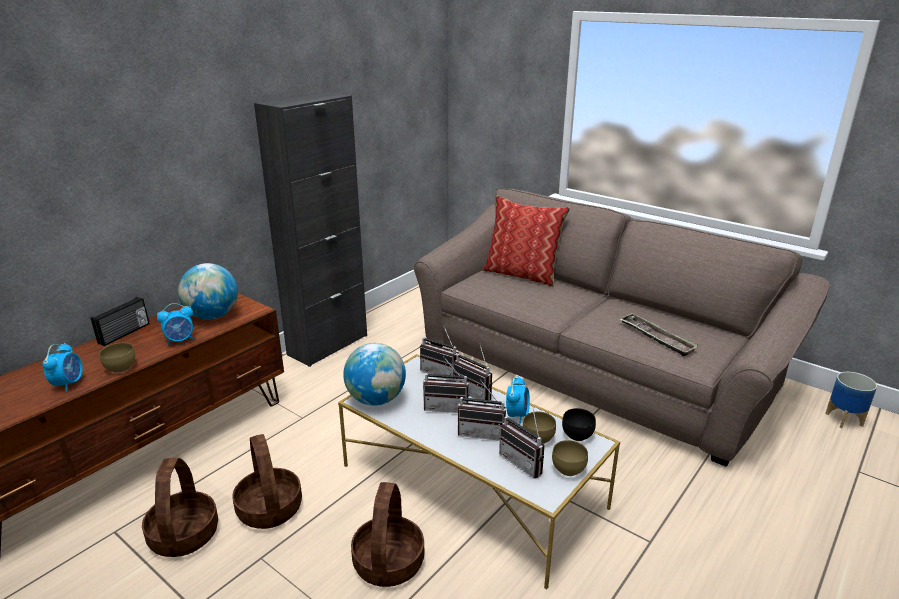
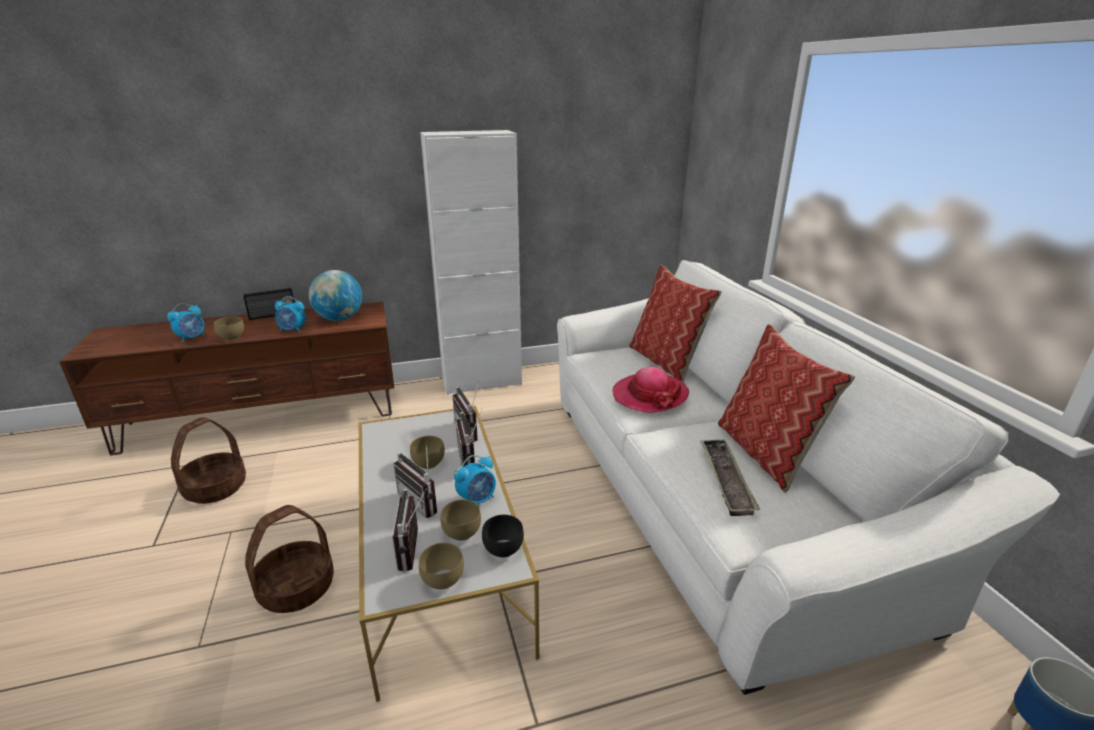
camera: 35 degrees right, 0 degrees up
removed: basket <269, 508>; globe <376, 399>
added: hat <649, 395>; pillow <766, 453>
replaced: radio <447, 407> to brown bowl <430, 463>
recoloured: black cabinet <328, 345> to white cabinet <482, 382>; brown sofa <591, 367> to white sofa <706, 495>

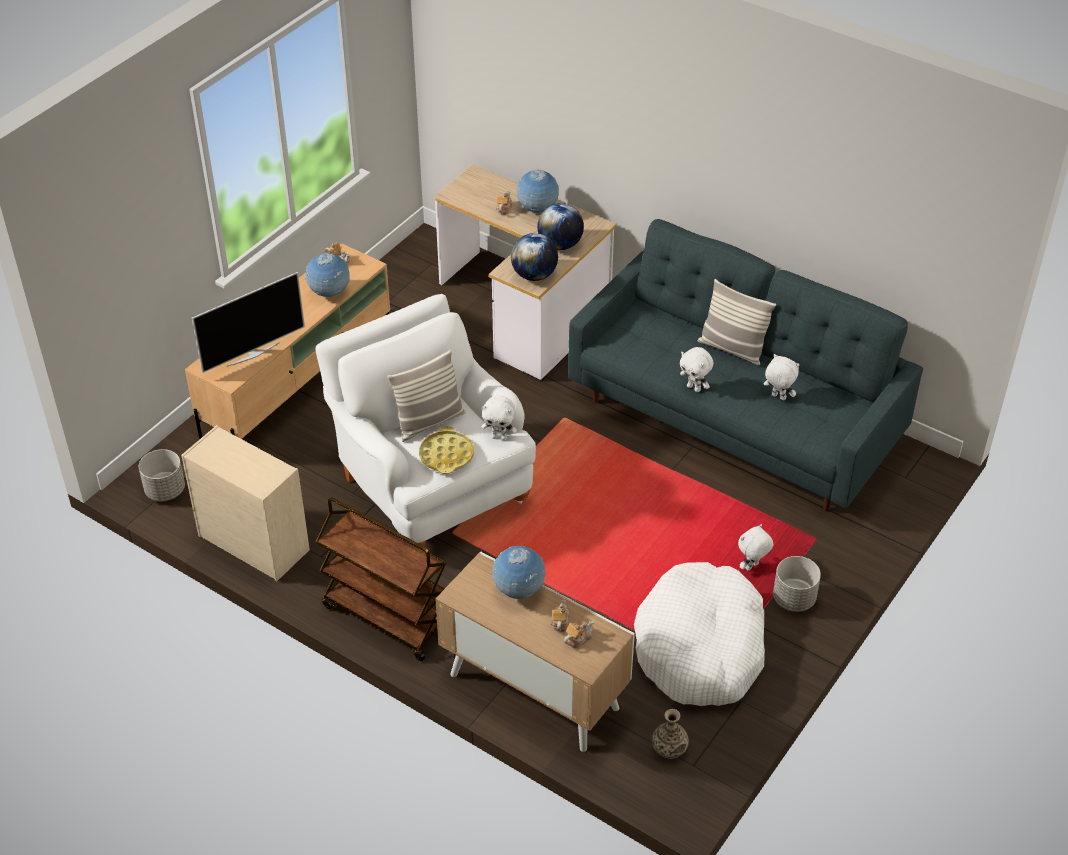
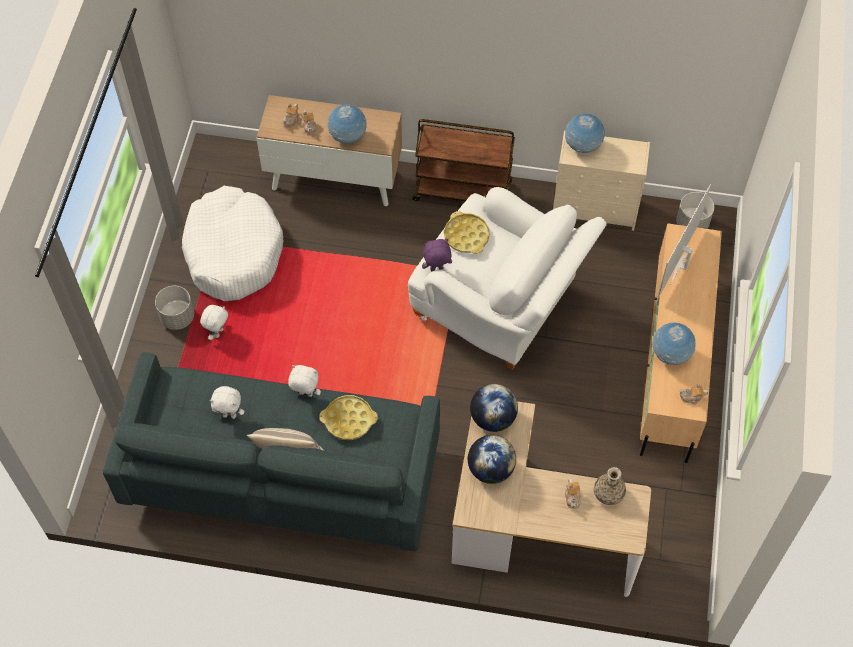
camera: 155 degrees right, 15 degrees up
removed: pillow <429, 422>
added: yellow tray <348, 420>
moved: globe <537, 210> to <582, 146>; vase <669, 748> to <608, 493>
recoloured: white plush toy <499, 437> to purple plush toy <436, 269>

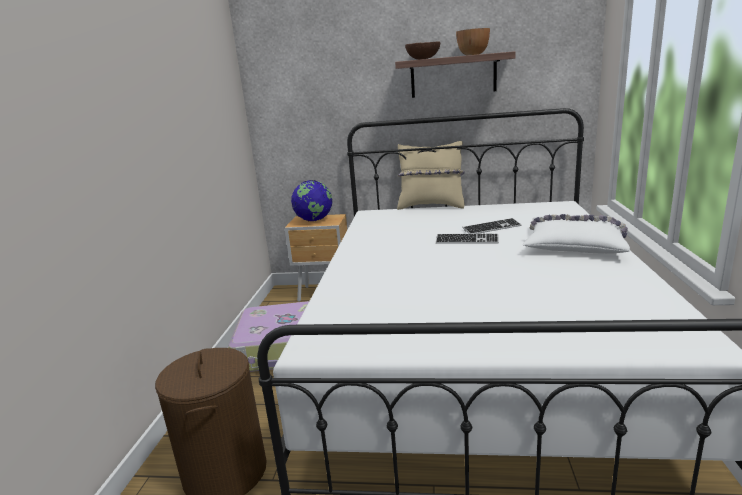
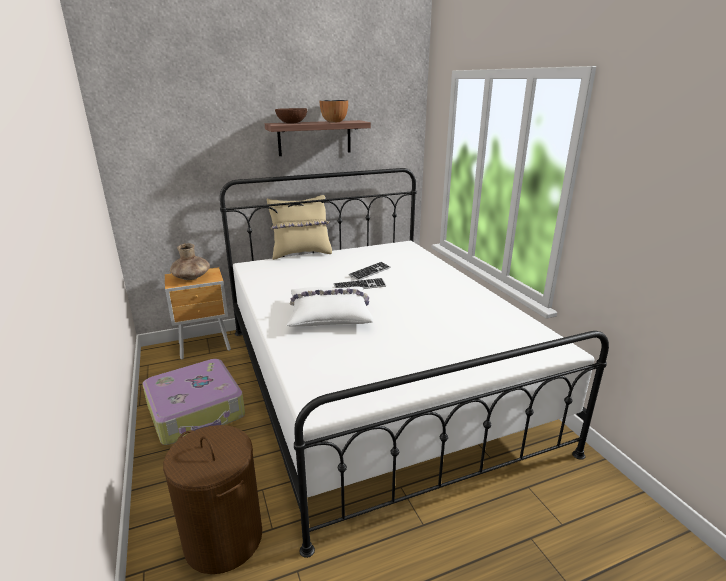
camera: 30 degrees left, 5 degrees up
moved: white pillow <575, 244> to <329, 314>
replaced: globe <314, 220> to brown vase <191, 277>

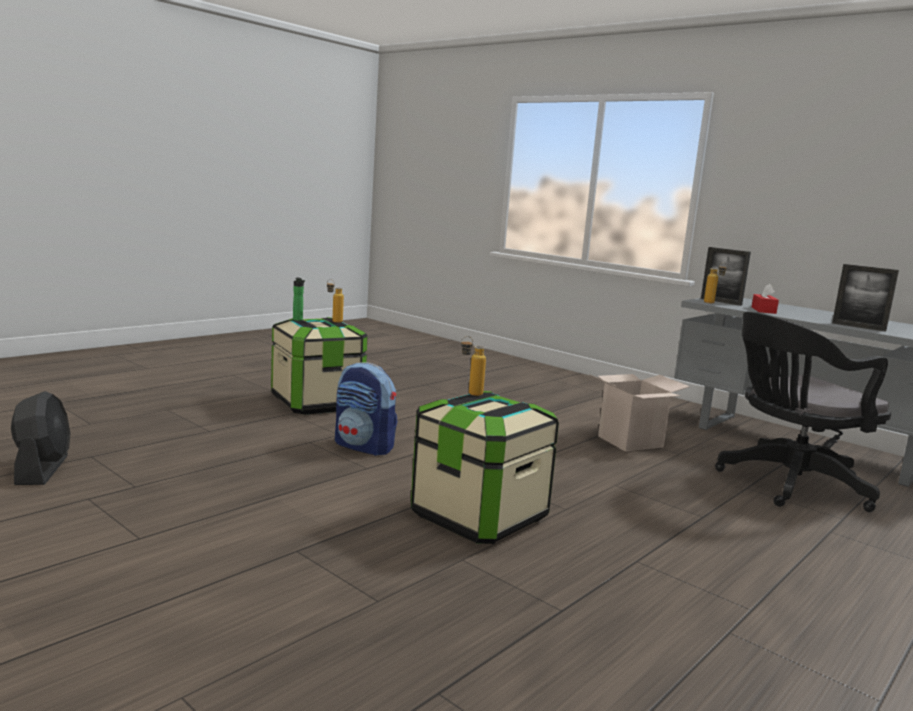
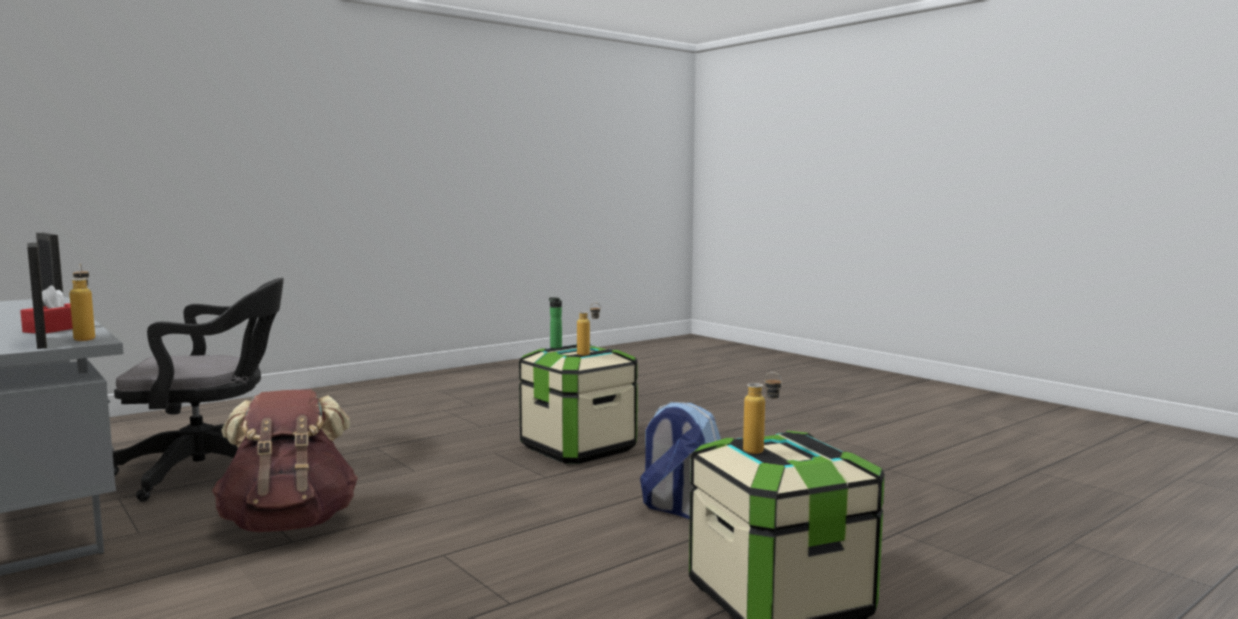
camera: 170 degrees left, 5 degrees down
removed: black fan <42, 470>
moved: bottle <298, 320> to <555, 347>
replaced: cardboard box <630, 441> to brown backpack <290, 524>

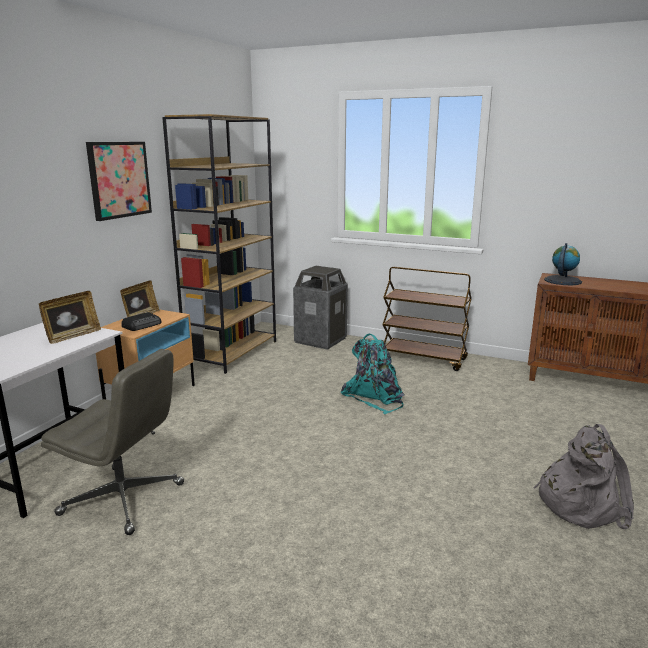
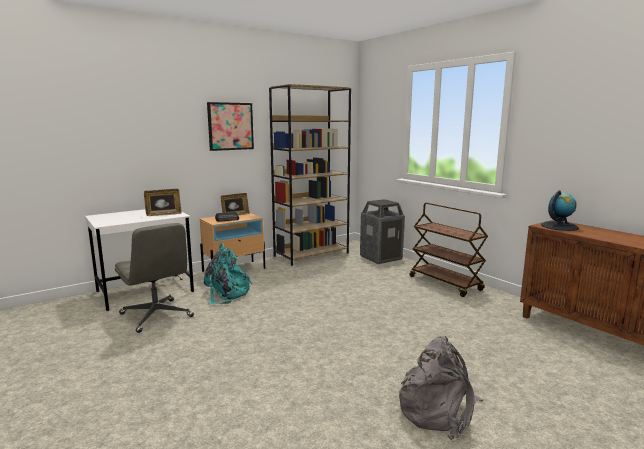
camera: 30 degrees right, 5 degrees down
moved: turquoise backpack <375, 397> to <227, 293>

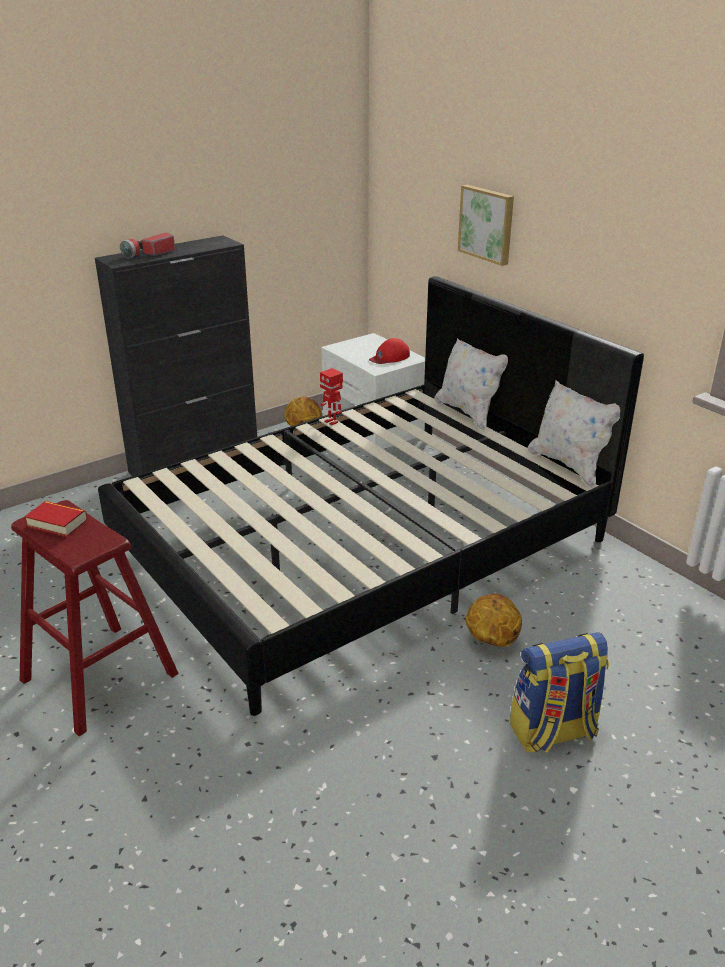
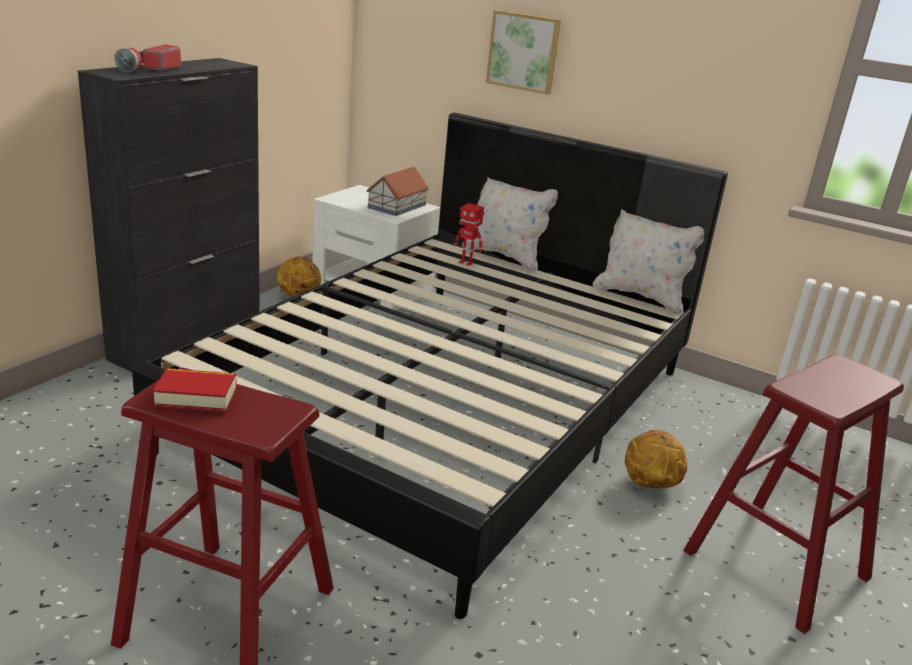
camera: 25 degrees left, 5 degrees down
moved: toy robot <332, 422> to <466, 262>
replaced: red cap <389, 357> to toy house <397, 206>; backpack <553, 732> to red stool <776, 564>

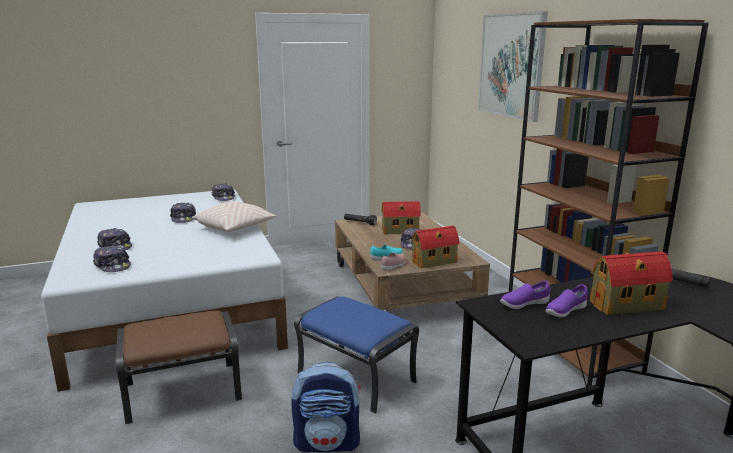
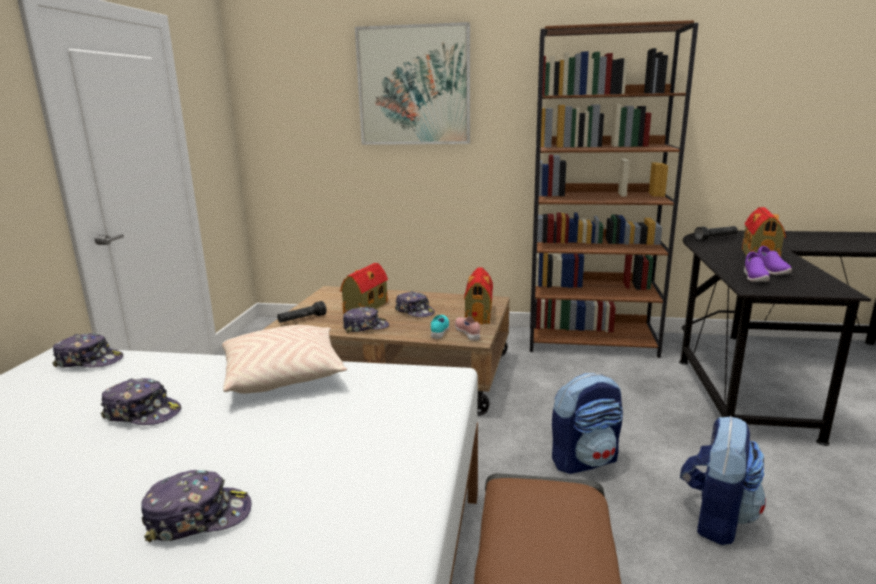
camera: 60 degrees left, 0 degrees up
moved: cap <113, 265> to <365, 327>
replaced: blue ottoman <357, 377> to backpack <585, 460>

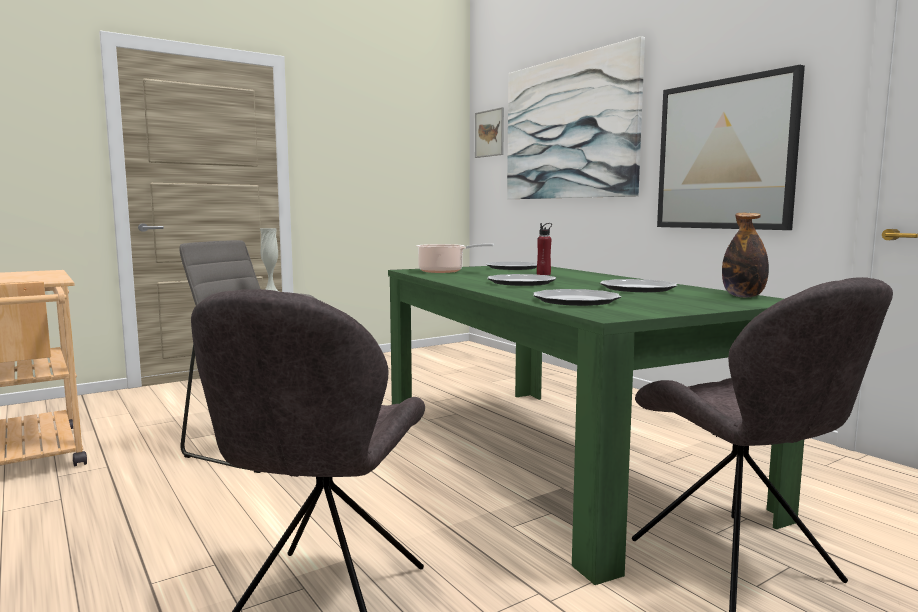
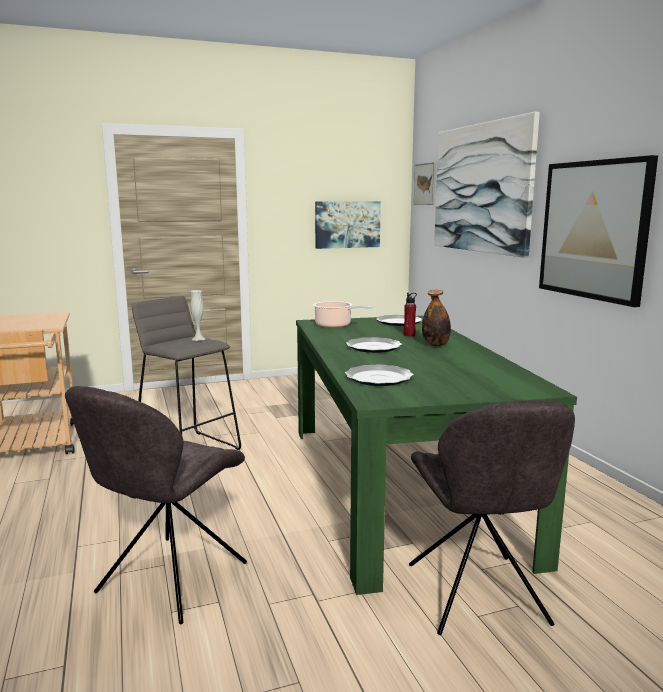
camera: 15 degrees right, 5 degrees up
removed: plate <638, 288>
added: picture <347, 224>
moved: bottle <743, 296> to <435, 345>

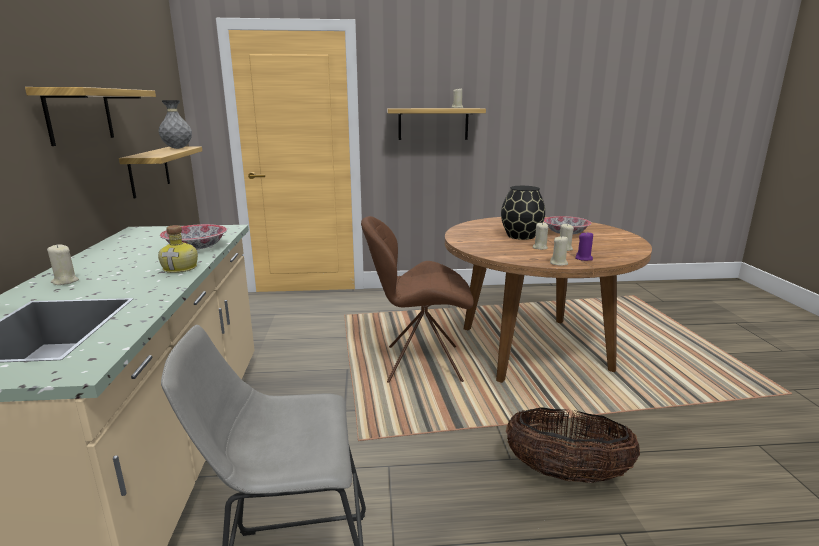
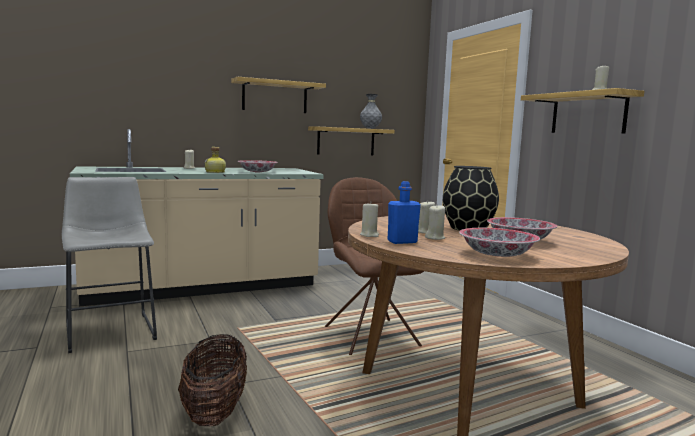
camera: 70 degrees right, 10 degrees down
added: bowl <496, 254>
replaced: purple candle <584, 258> to blue bottle <402, 242>

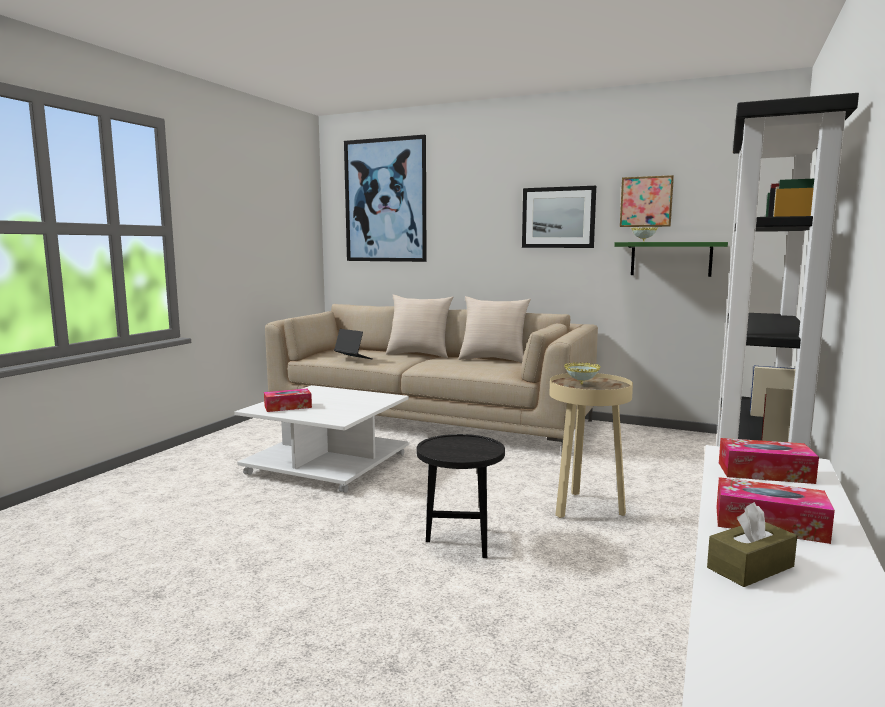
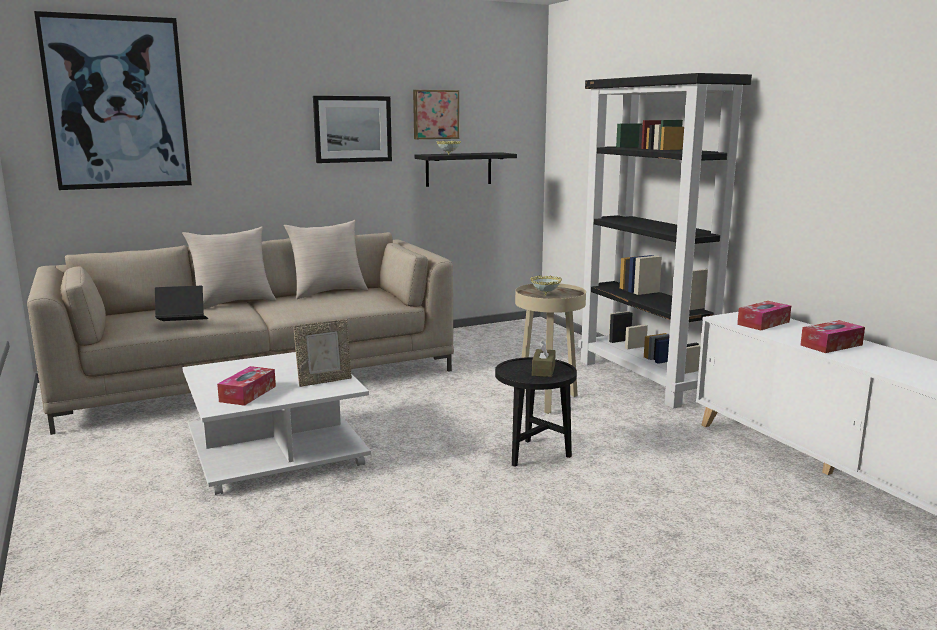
camera: 50 degrees left, 5 degrees up
added: picture frame <324, 381>
moved: brown tissue box <750, 567> to <543, 370>
recoloured: green shelf <671, 259> to black shelf <458, 169>

